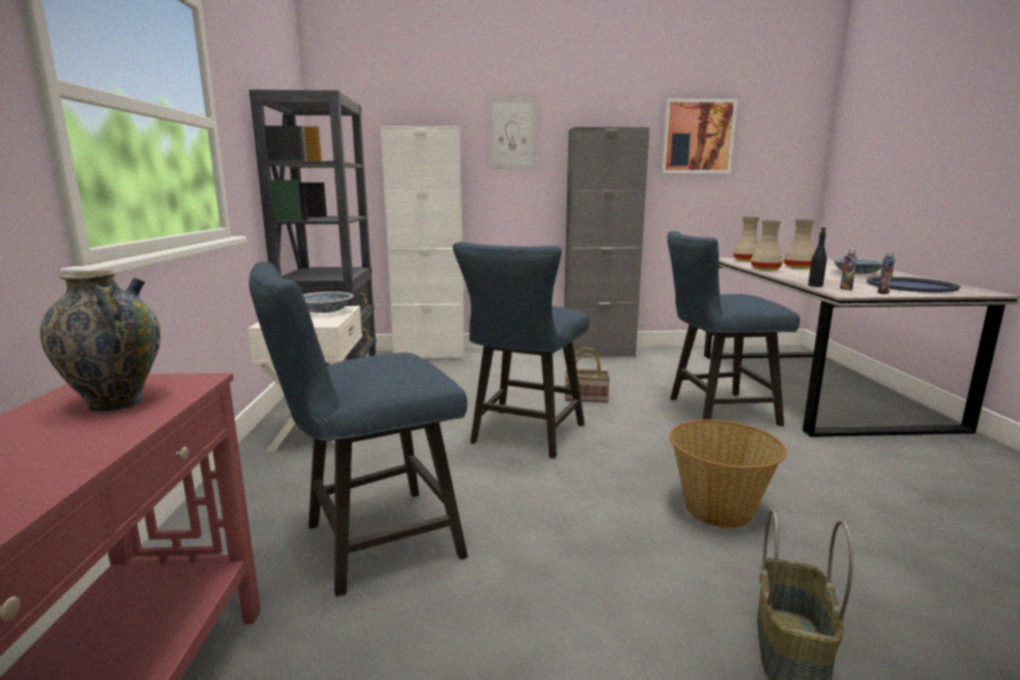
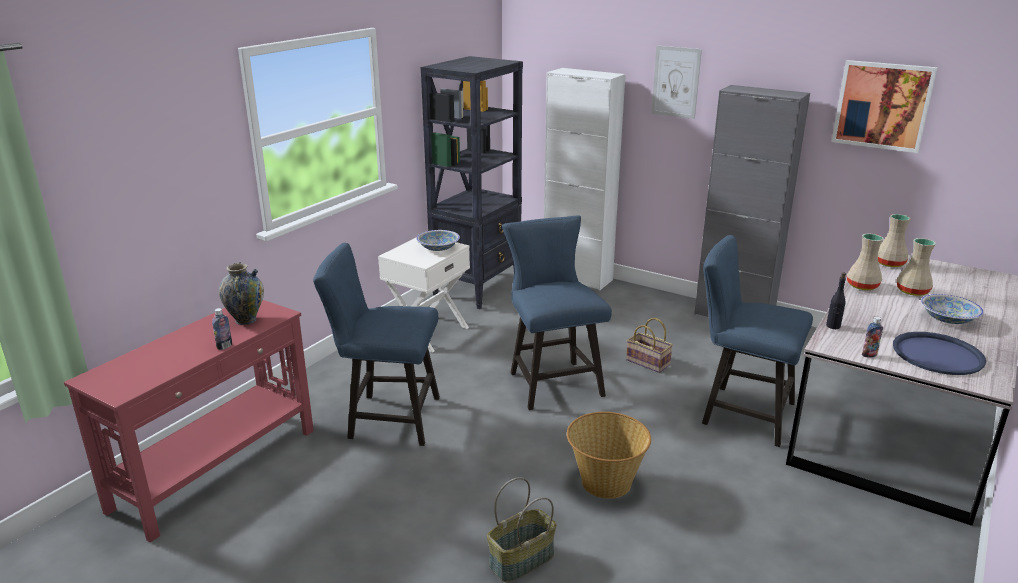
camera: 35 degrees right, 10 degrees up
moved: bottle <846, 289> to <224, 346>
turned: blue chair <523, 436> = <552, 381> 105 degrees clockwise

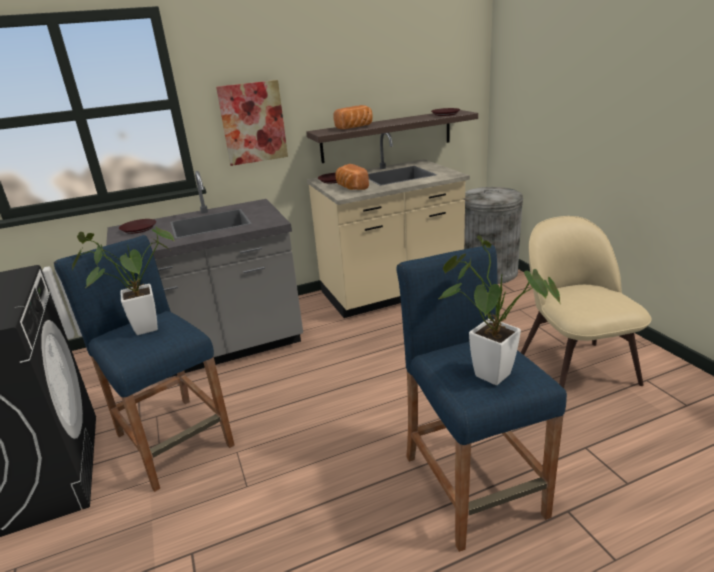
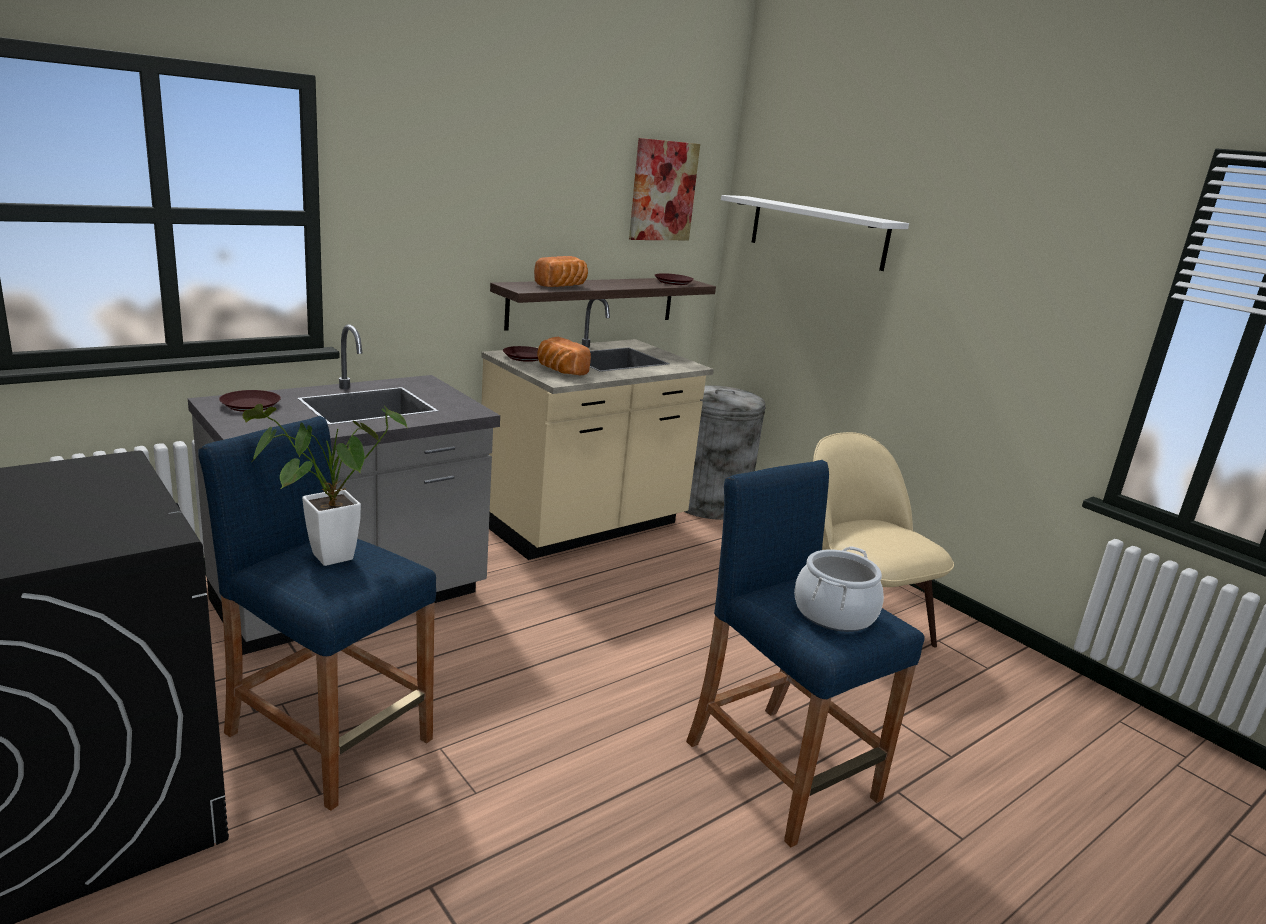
camera: 20 degrees left, 5 degrees down
added: white shelf <817, 232>
moved: picture <253, 123> to <663, 191>
replaced: potted plant <485, 372> to cooking pot <833, 613>

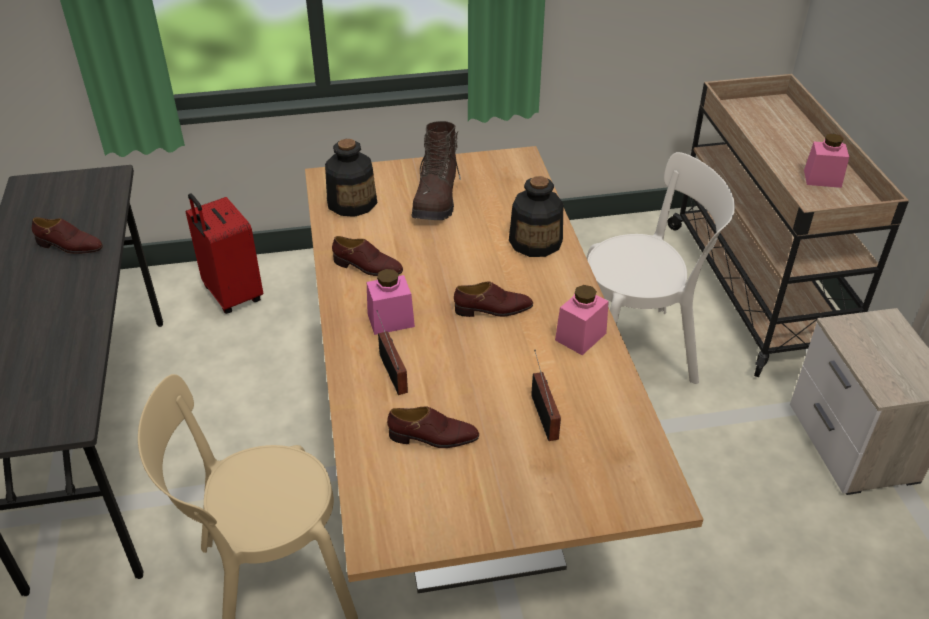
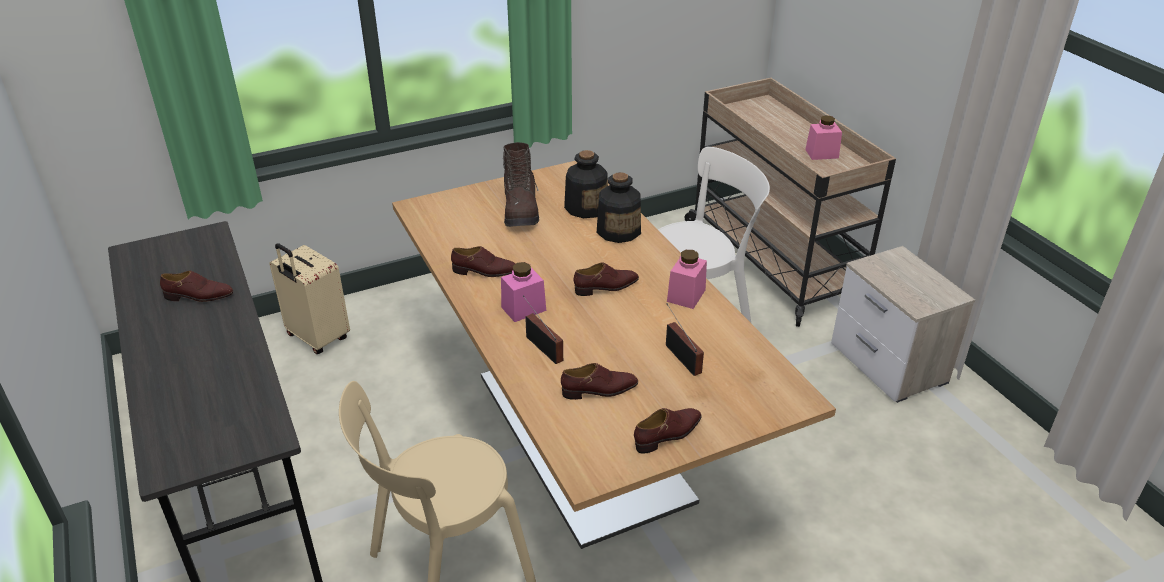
camera: 15 degrees left, 5 degrees down
added: brown shoe <668, 434>
moved: bottle <352, 202> to <586, 207>
recoloured: red suitcase <231, 295> to beige suitcase <317, 338>

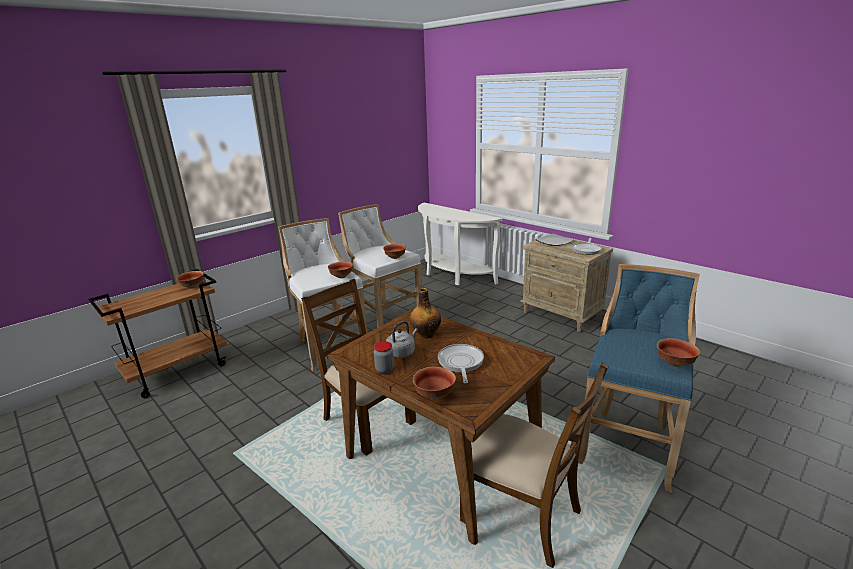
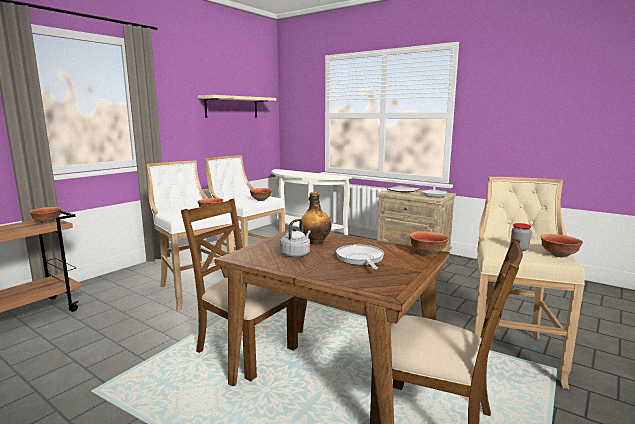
camera: 10 degrees left, 10 degrees down
added: beige shelf <232, 107>
moved: jar <384, 369> to <519, 249>; bowl <434, 394> to <427, 253>
recoloured: blue stool <628, 444> to beige stool <511, 352>

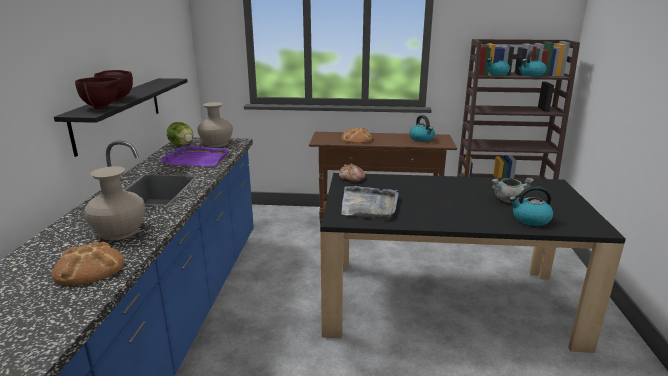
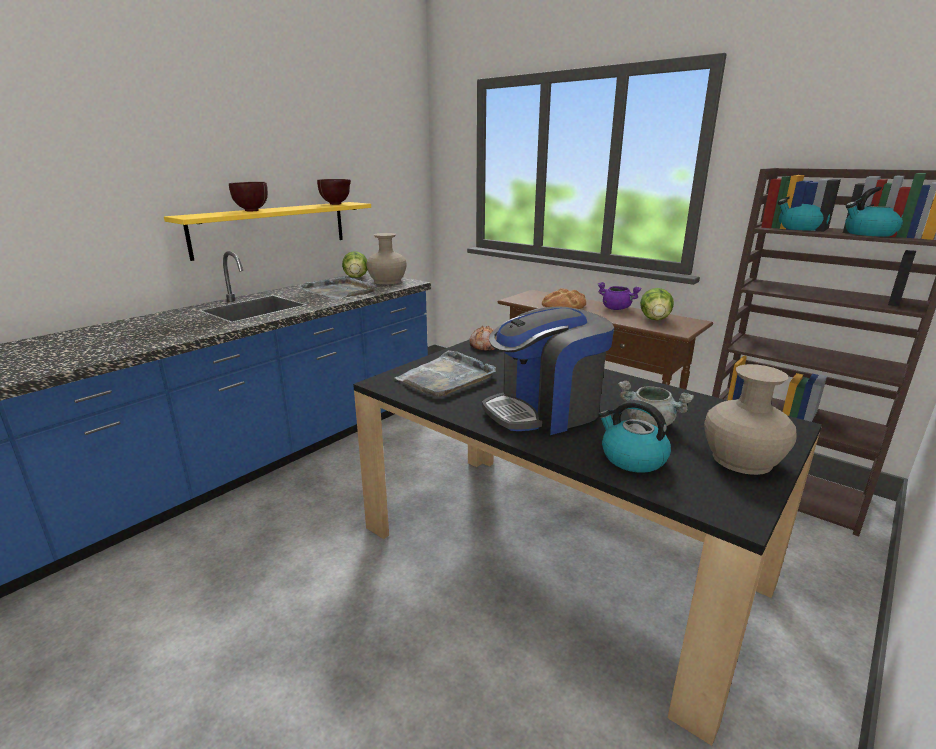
camera: 35 degrees right, 0 degrees up
removed: bread <89, 268>
added: coffee machine <545, 411>; purple cooking pot <616, 309>
moved: brown bowl <103, 107> to <336, 204>; beige vase <119, 231> to <742, 459>
replaced: kettle <422, 139> to lettuce <655, 319>
recoloured: black shelf <119, 112> to yellow shelf <271, 228>; purple tray <196, 159> to grey tray <339, 291>

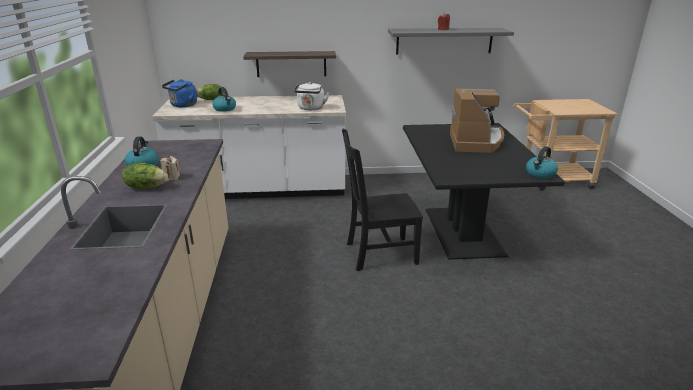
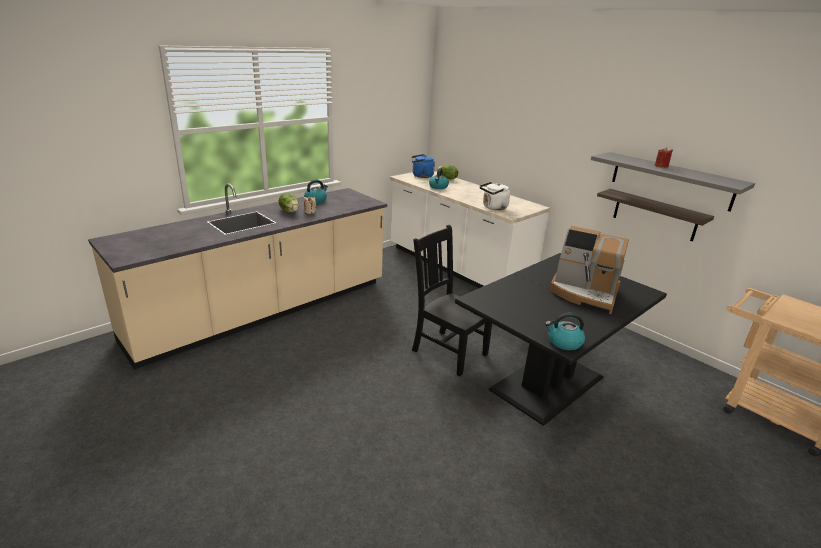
camera: 50 degrees right, 0 degrees up
moved: shelf <291, 64> to <655, 215>
turned: coffee machine <476, 142> = <584, 293> 60 degrees clockwise

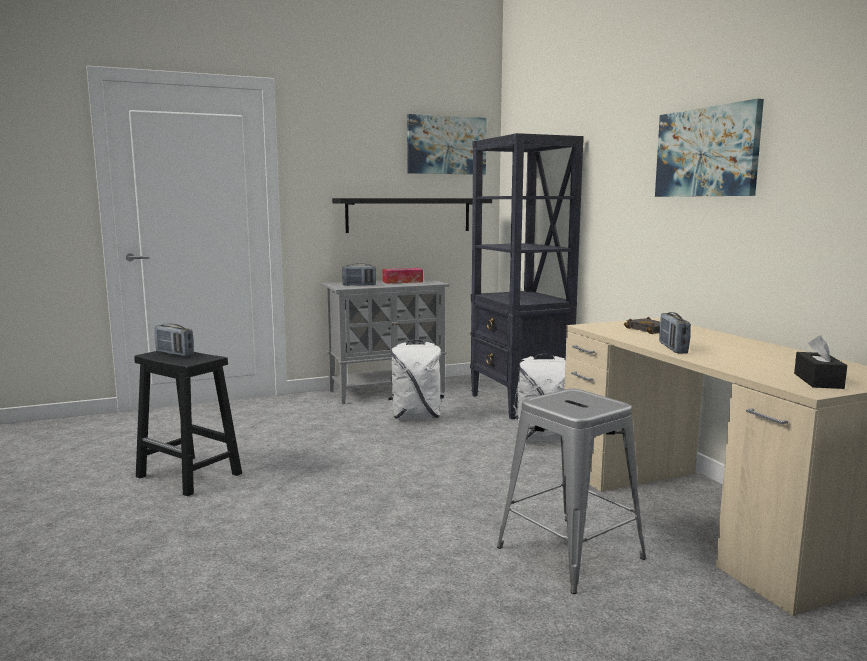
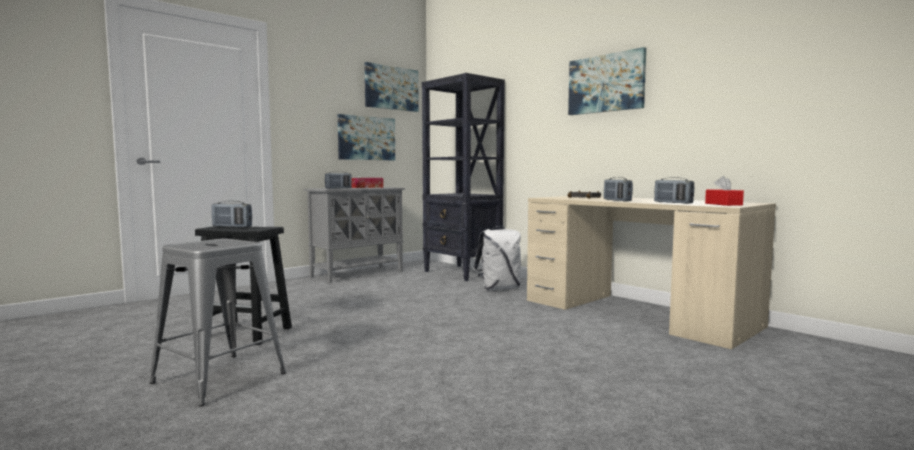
camera: 20 degrees left, 5 degrees down
removed: white backpack <416, 417>
added: radio <673, 203>
moved: grey stool <571, 553> to <220, 378>
replaced: black shelf <409, 215> to picture <366, 138>
recoloured: black tissue box <818, 381> to red tissue box <723, 204>

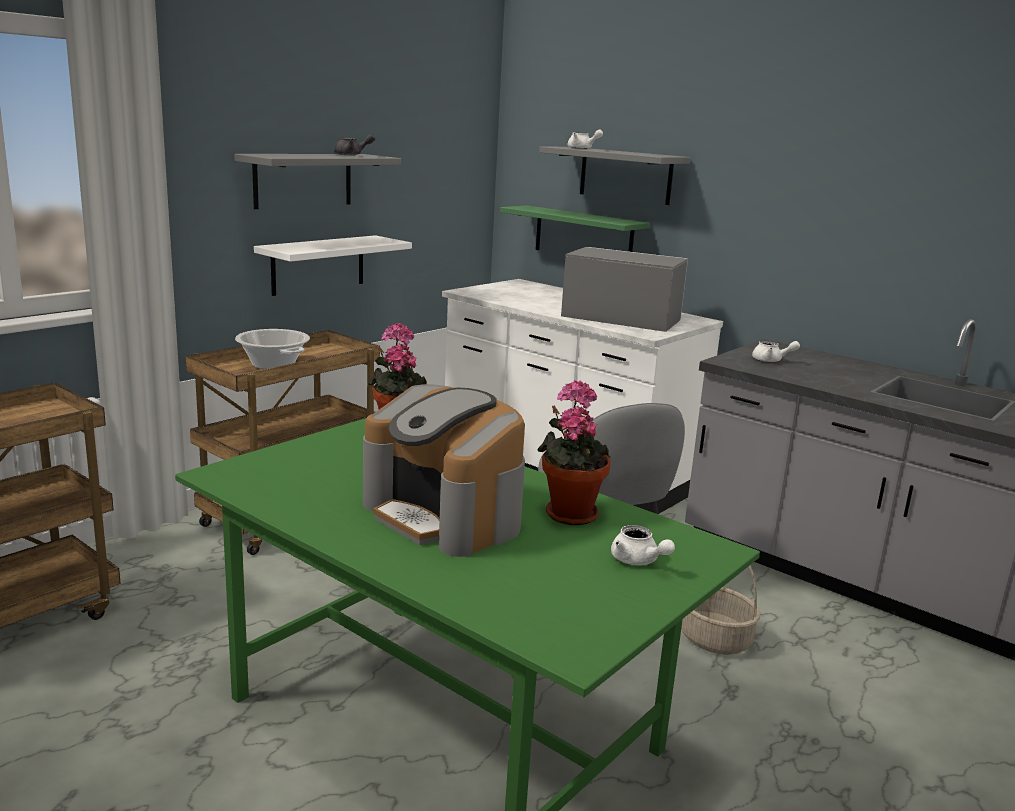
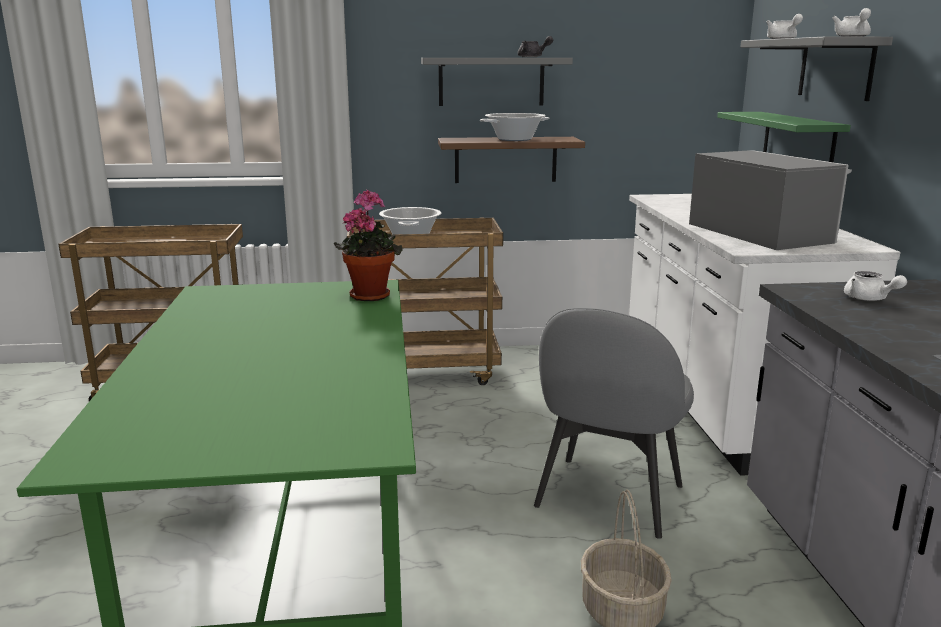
camera: 45 degrees right, 0 degrees up
removed: coffee machine <445, 515>; potted plant <569, 512>
added: cooking pot <514, 139>
moved: white teapot <638, 561> to <853, 36>
recoloured: white shelf <318, 264> to brown shelf <505, 159>

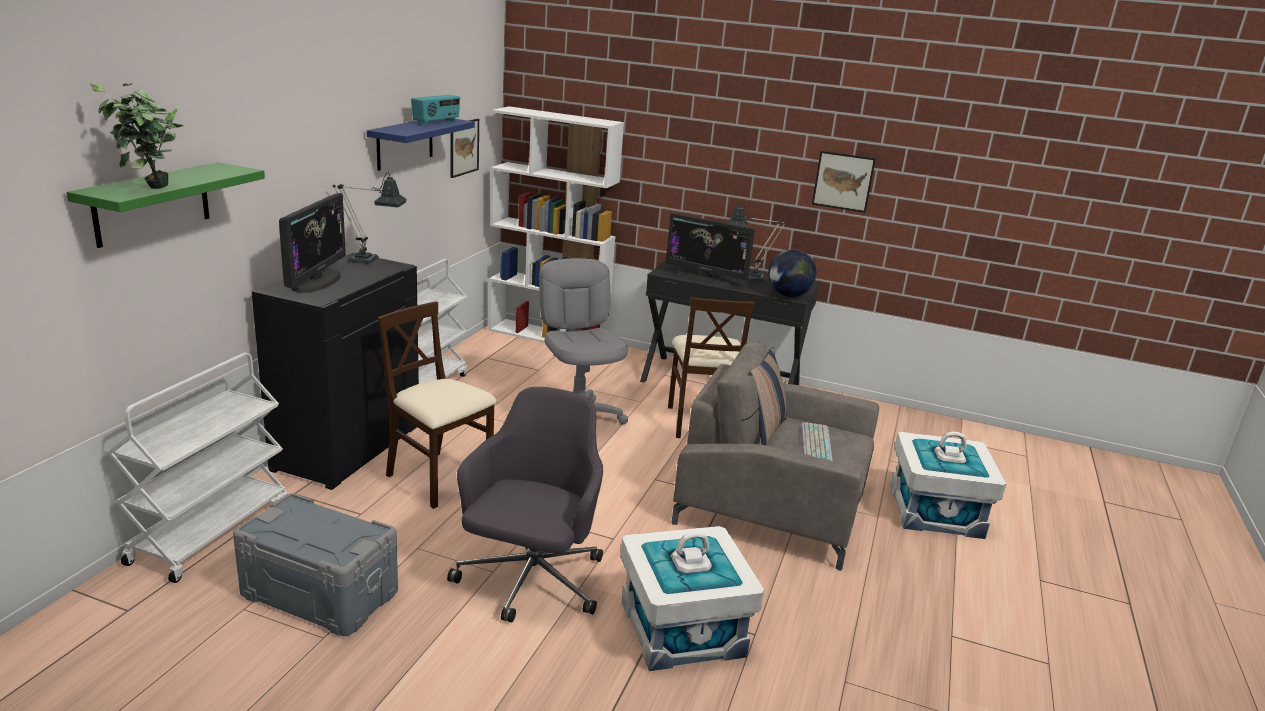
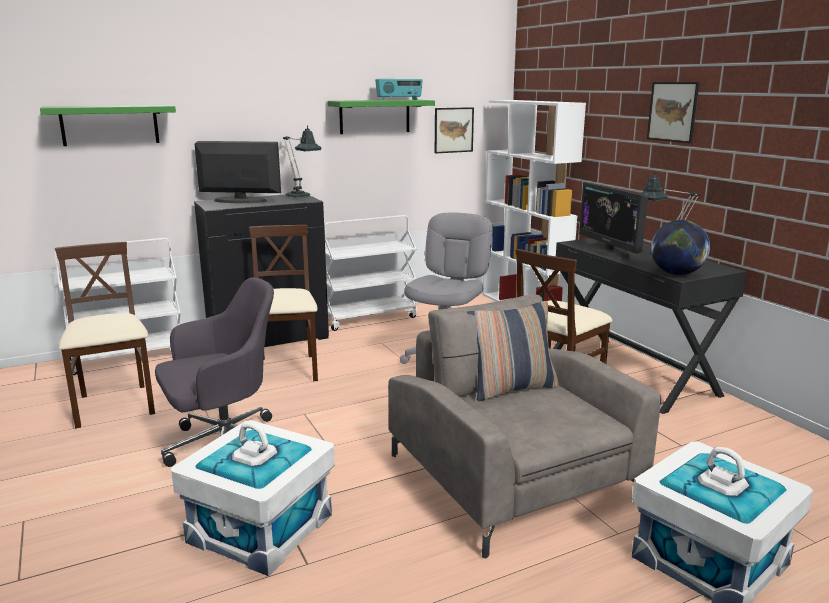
camera: 45 degrees right, 5 degrees down
removed: potted plant <148, 189>; keyboard <814, 444>
moved: picture <843, 181> to <672, 111>
replaced: grey storage box <321, 593> to beige chair <115, 406>
recoloured: blue shelf <405, 143> to green shelf <375, 116>
turned: monitor <316, 281> = <240, 201> 135 degrees counterclockwise

